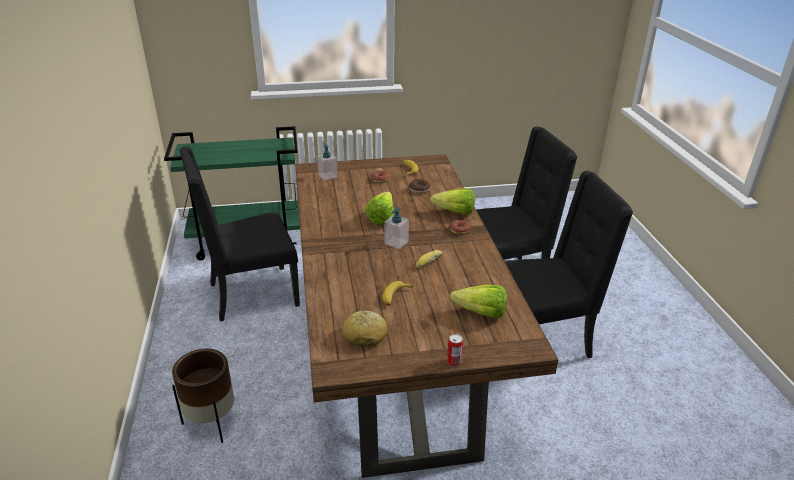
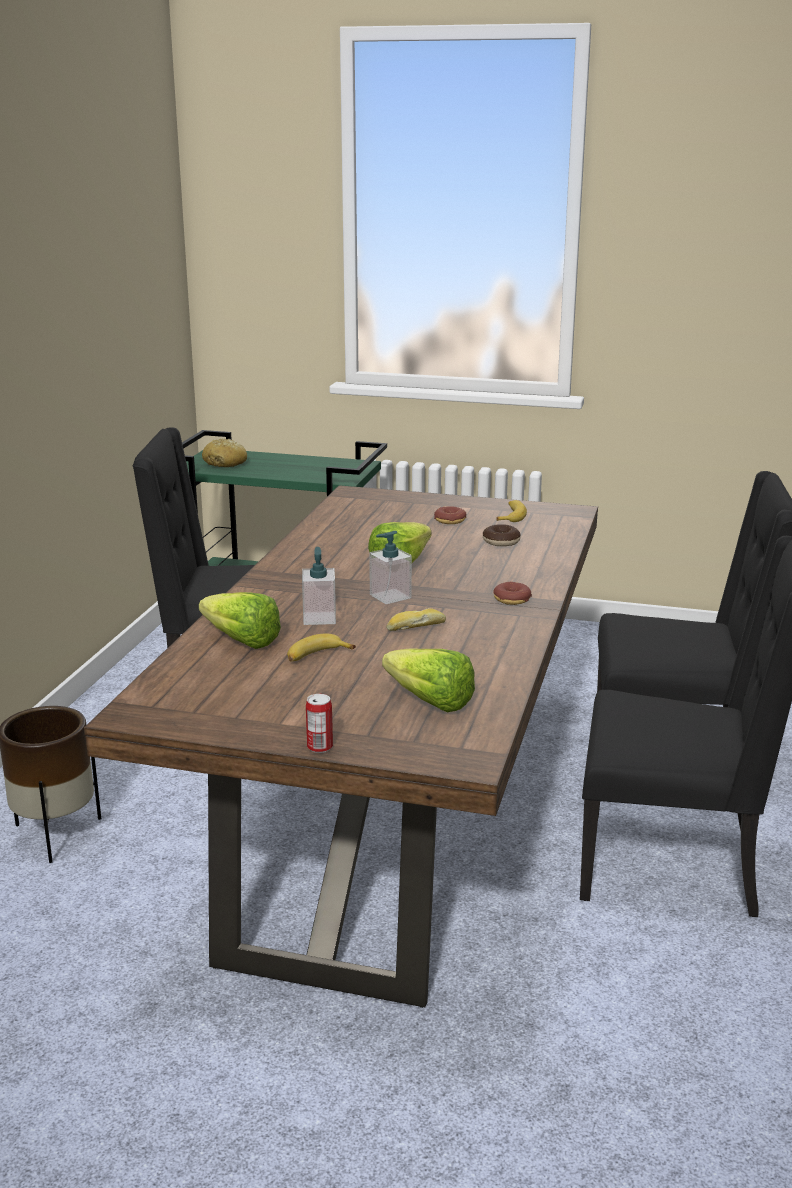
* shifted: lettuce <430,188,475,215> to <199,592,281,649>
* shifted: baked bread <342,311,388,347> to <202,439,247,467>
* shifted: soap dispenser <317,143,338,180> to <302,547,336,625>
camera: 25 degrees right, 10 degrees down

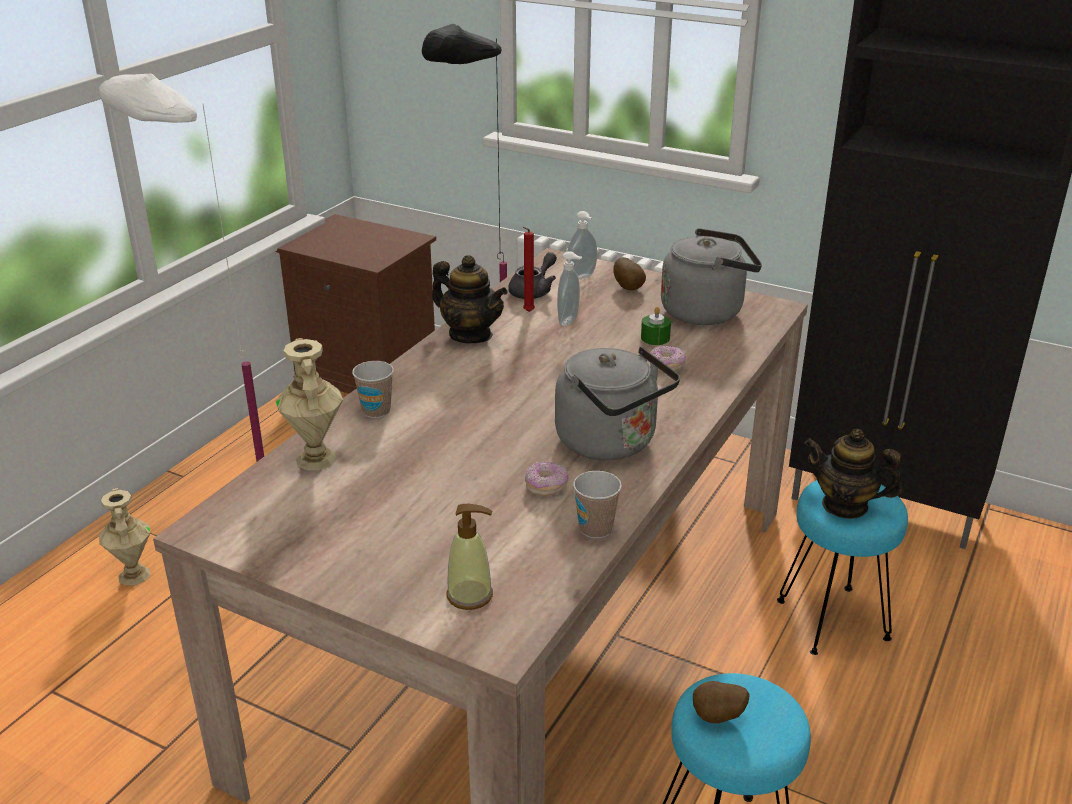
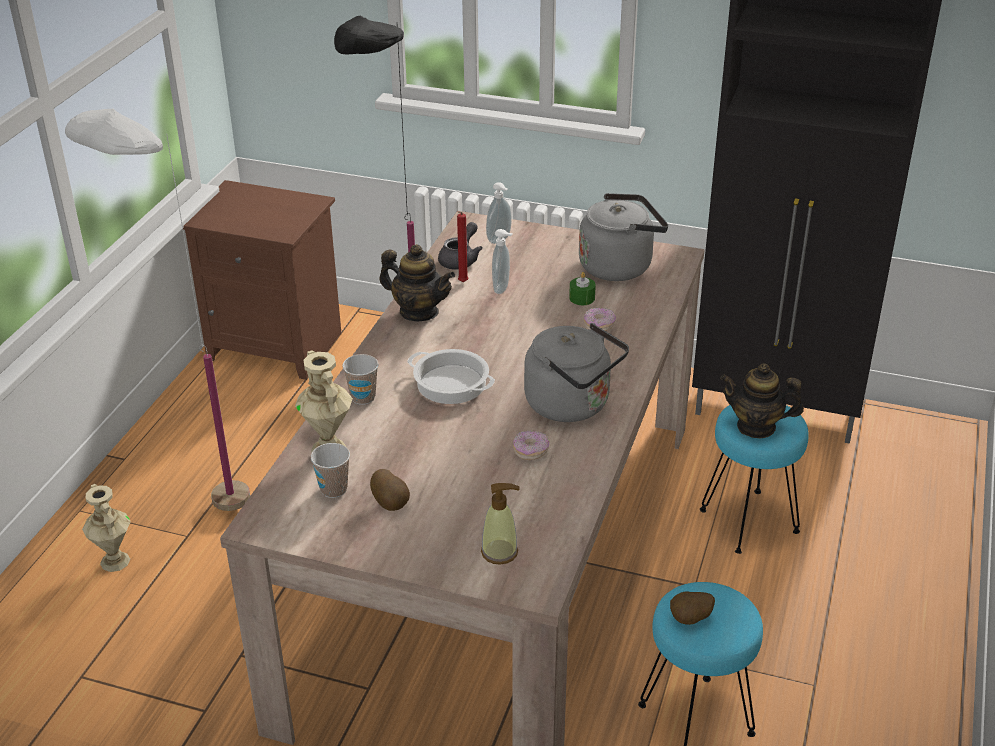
* shifted: small cup <573,471,622,539> to <311,443,350,498>
* shifted: spud <613,257,646,290> to <370,469,410,511>
* new: stockpot <407,349,495,404>
camera: 10 degrees left, 5 degrees up

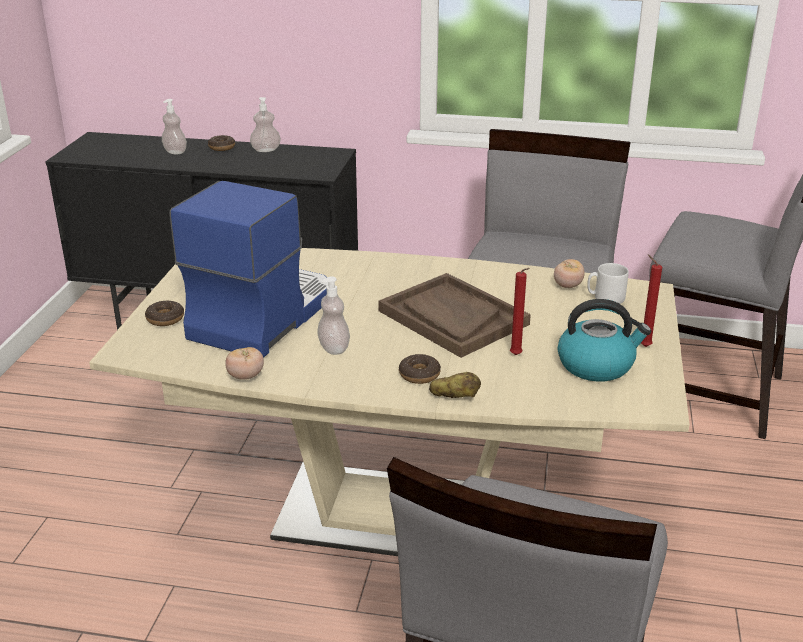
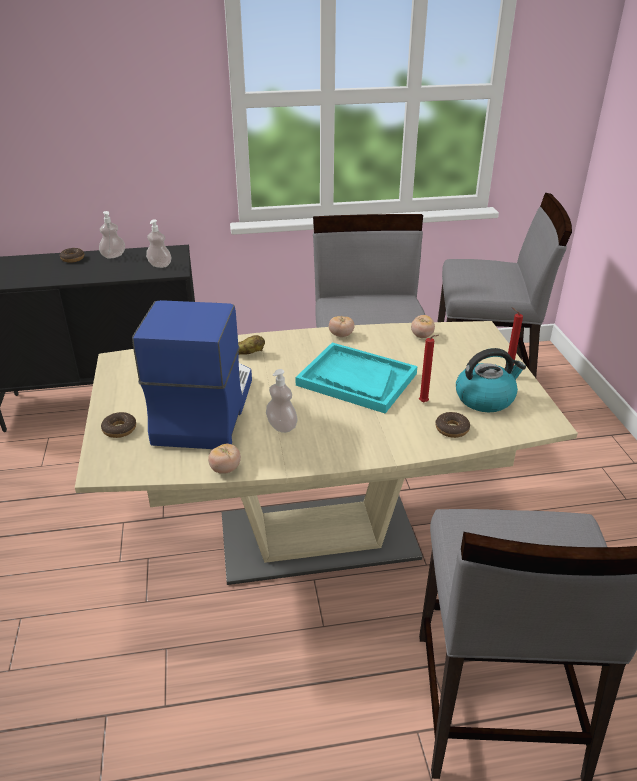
* shifted: soap dispenser <162,99,187,154> to <146,219,171,268>
* shifted: spud <429,372,481,398> to <238,335,265,355>
* repainted: serving tray in brown <378,273,531,358> to serving tray in blue-green <296,343,417,413>
* new: fresh tomato <329,316,355,337>
* shifted: doughnut <399,354,441,384> to <435,412,470,438>
* gone: coffee mug in grey <587,263,629,304>
camera: 20 degrees left, 5 degrees up

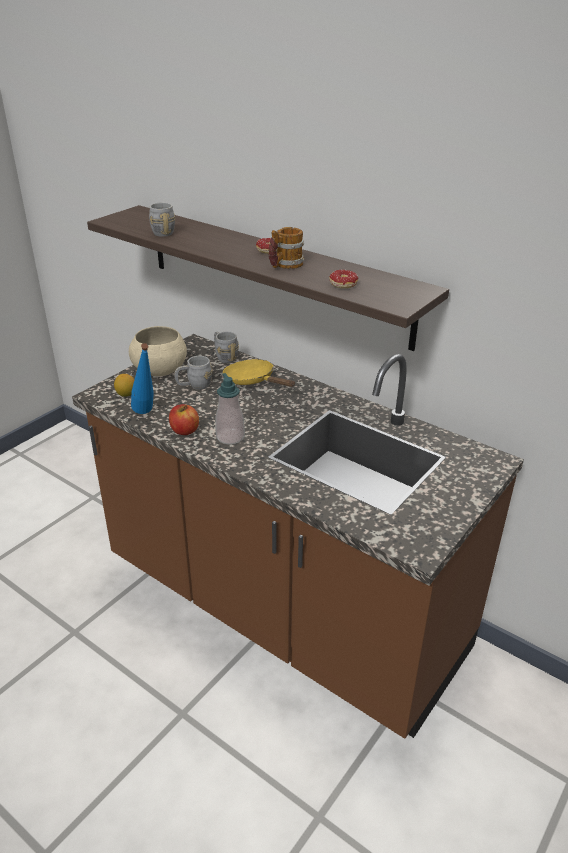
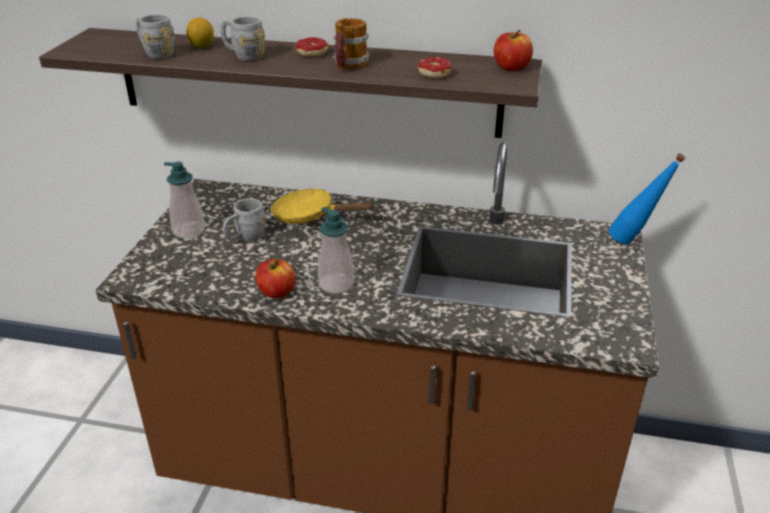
* swapped: deep dish in beige <129,326,187,376> to soap dispenser <164,162,205,239>
* shifted: lemon <114,374,135,397> to <186,18,214,48>
* shifted: coffee mug in grey <214,332,239,363> to <221,16,265,61>
* new: apple <494,30,533,71>
* shifted: drink bottle in blue-coloured <131,343,154,414> to <609,154,685,244>
camera: 25 degrees left, 0 degrees up

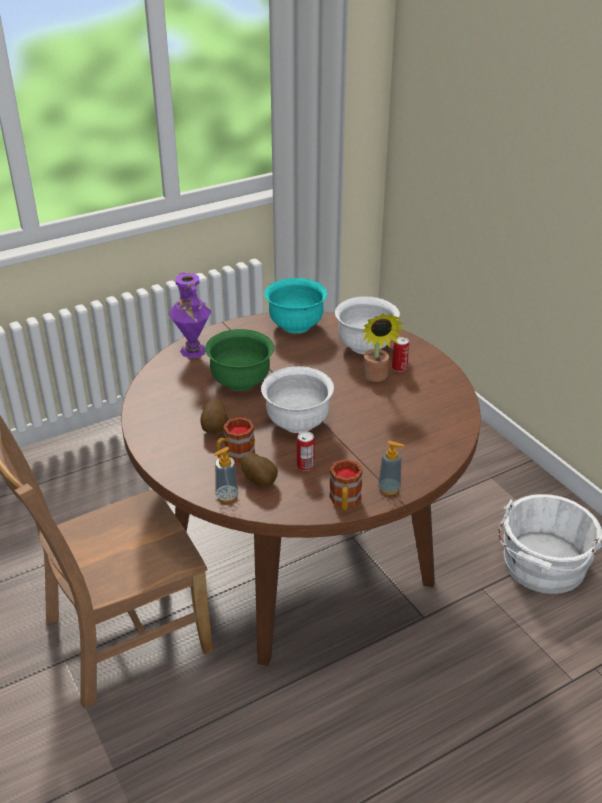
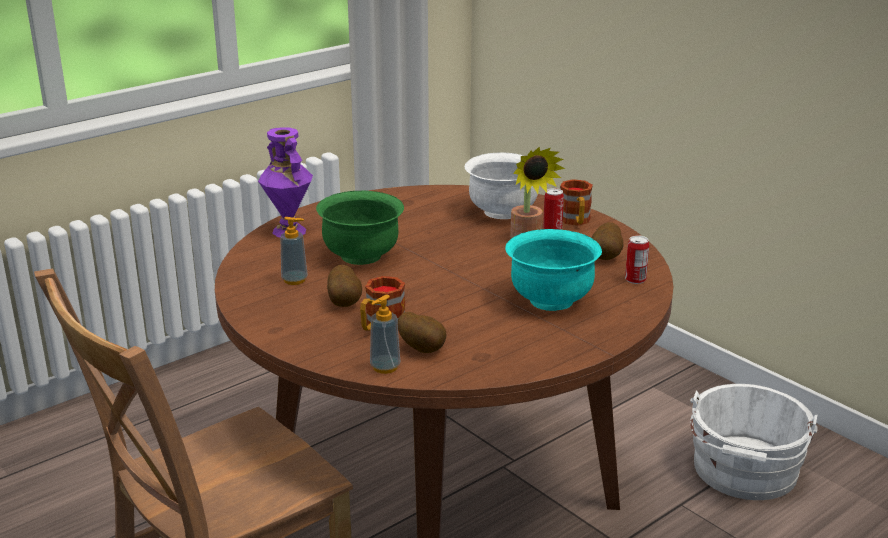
* shifted: soap dispenser <378,440,405,495> to <281,217,308,285>
* shifted: deep dish in blue-green <264,278,327,333> to <505,229,602,311>
* shifted: coffee mug <329,459,363,511> to <560,179,593,225>
* new: spud <592,222,623,260>
* shifted: can <297,432,315,471> to <625,235,649,284>
* gone: deep dish in white <261,366,334,433>
camera: 10 degrees left, 10 degrees down

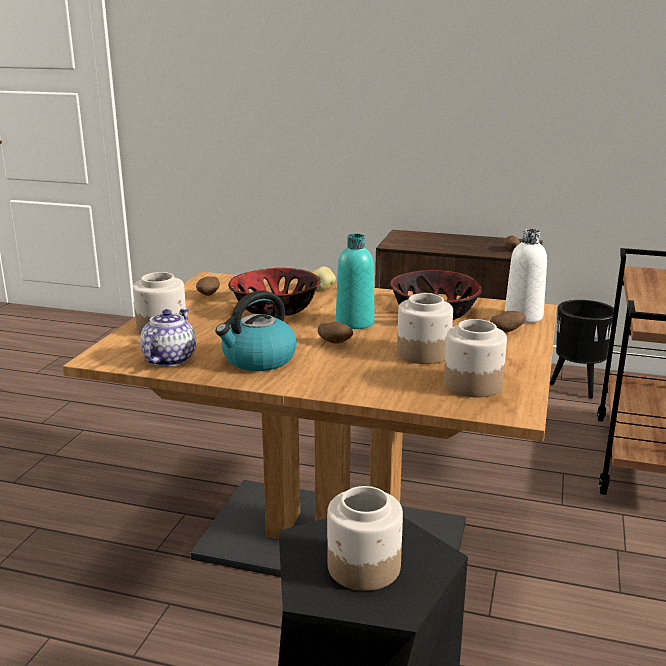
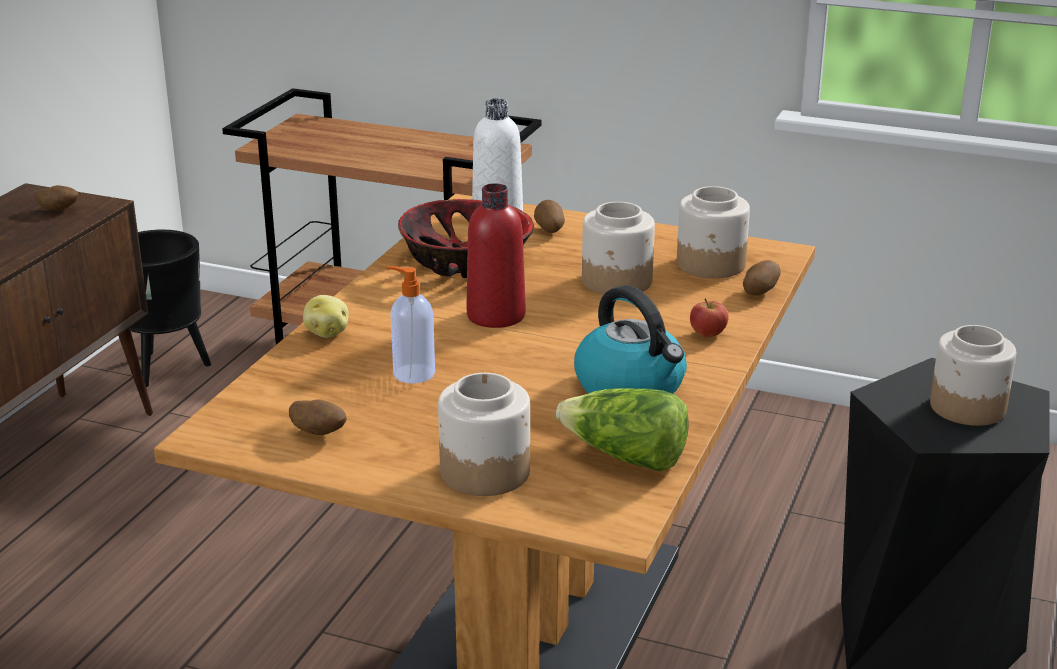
* swapped: deep dish <228,268,321,317> to soap dispenser <386,266,435,384>
* repainted: drink bottle in blue-green <336,234,375,329> to drink bottle in reddish <467,183,526,328>
* swapped: teapot <140,308,196,367> to lettuce <556,388,689,472>
* new: apple <690,298,729,337>
* shifted: spud <318,322,353,344> to <743,260,781,296>
camera: 85 degrees left, 5 degrees up

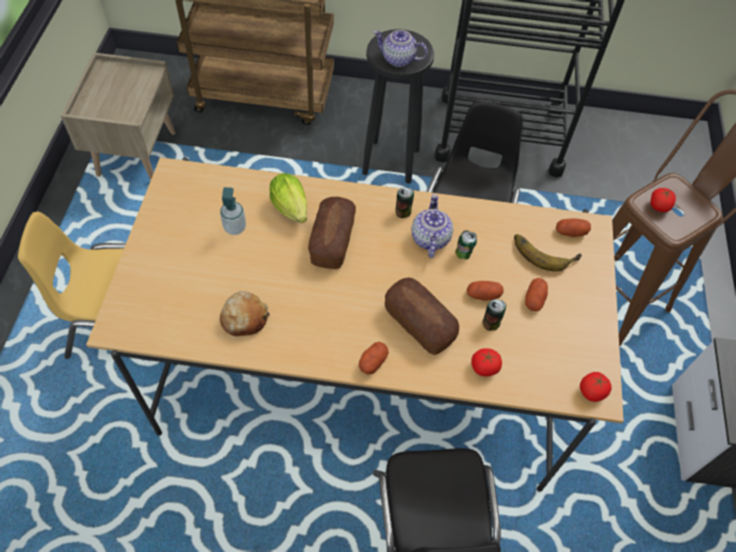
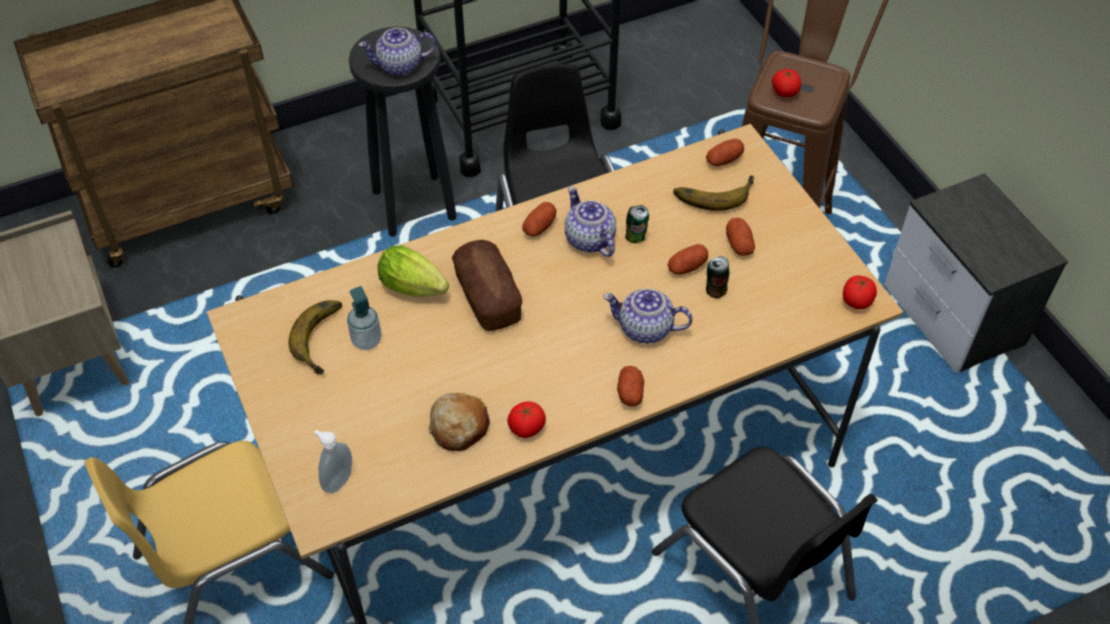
* new: banana <288,300,342,374>
* new: soap dispenser <314,430,352,493>
* shifted: fresh tomato <471,348,502,376> to <507,401,546,438>
* swapped: can <395,188,414,218> to spud <522,202,557,237>
* swapped: baked bread <385,277,459,355> to teapot <603,288,693,344>
camera: 30 degrees left, 5 degrees down

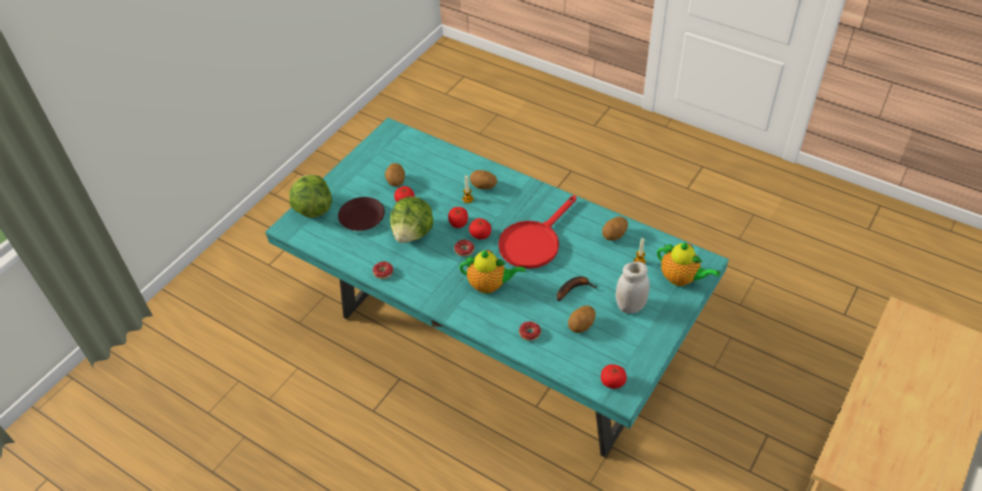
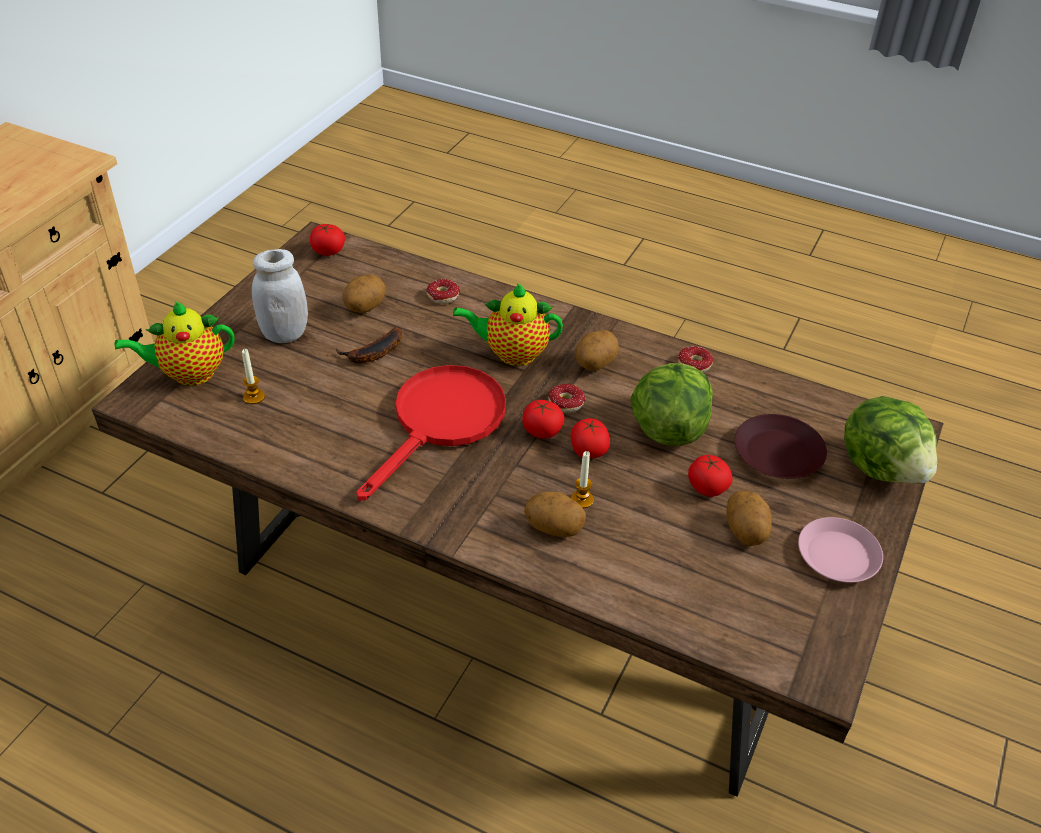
* repainted: dining table in blue-green <265,118,729,457> to dining table in brown <92,222,944,797>
* rotated: teapot <657,242,720,286> = <115,301,235,386> 45 degrees counterclockwise
* shifted: spud <602,216,628,241> to <575,330,619,371>
* new: dinner plate in pink-coloured <798,517,883,583>
camera: 170 degrees right, 5 degrees down

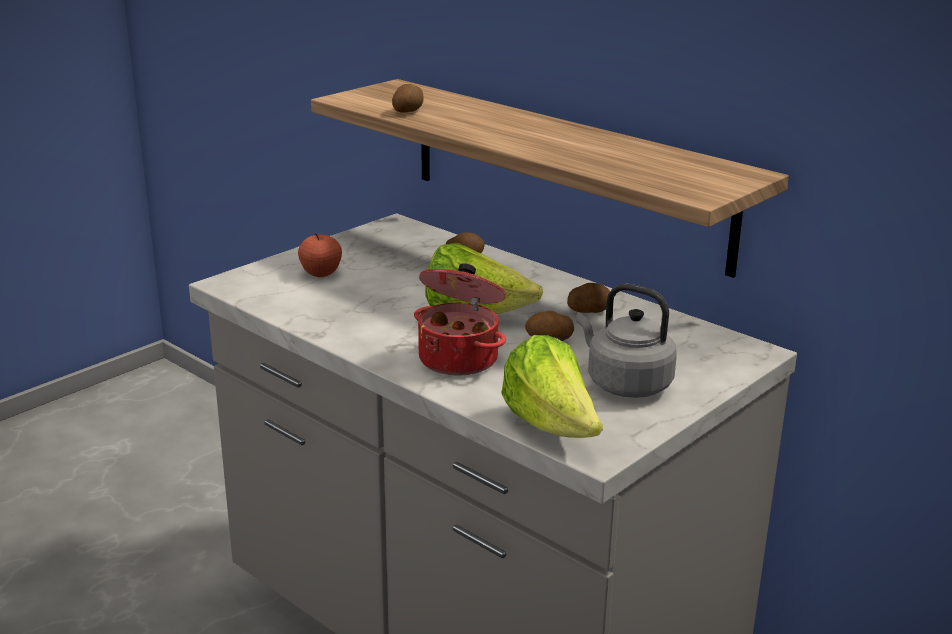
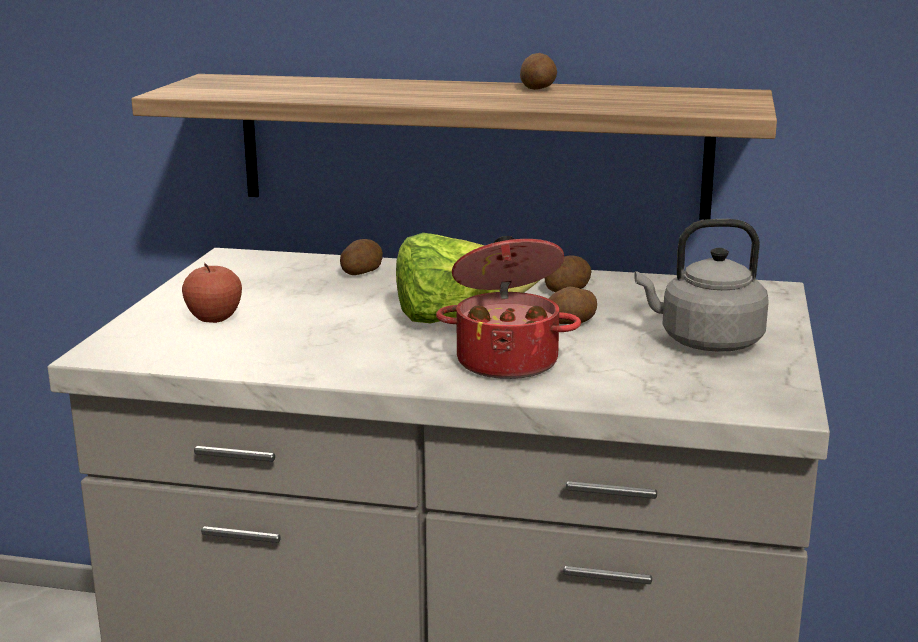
* shifted: spud <392,84,424,113> to <520,53,557,90>
* gone: lettuce <501,335,603,438>
camera: 30 degrees left, 5 degrees down

